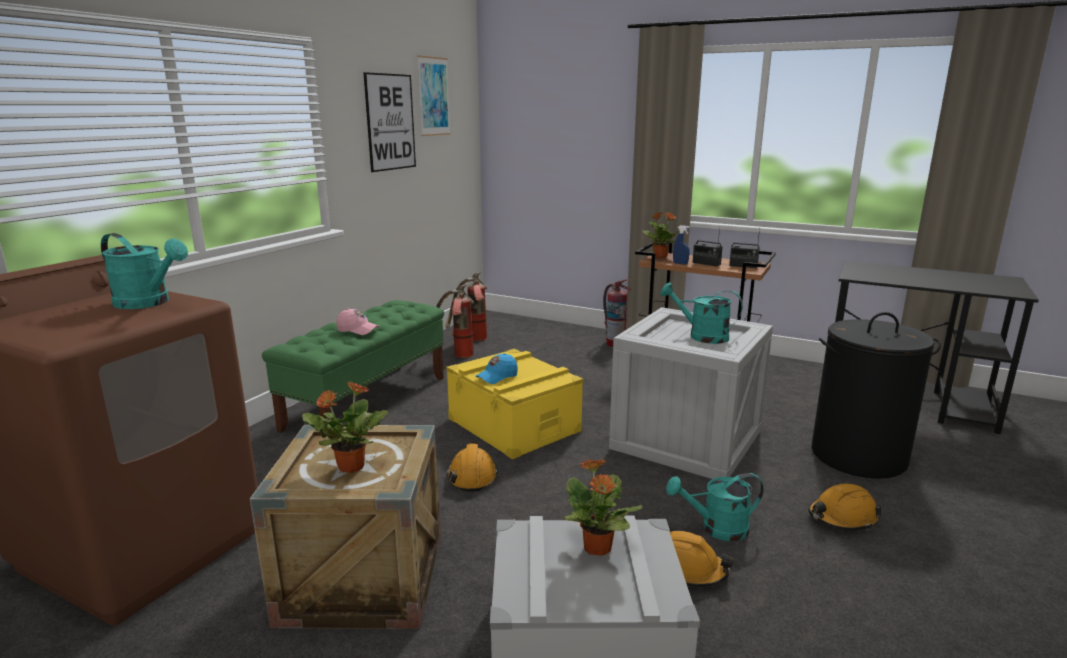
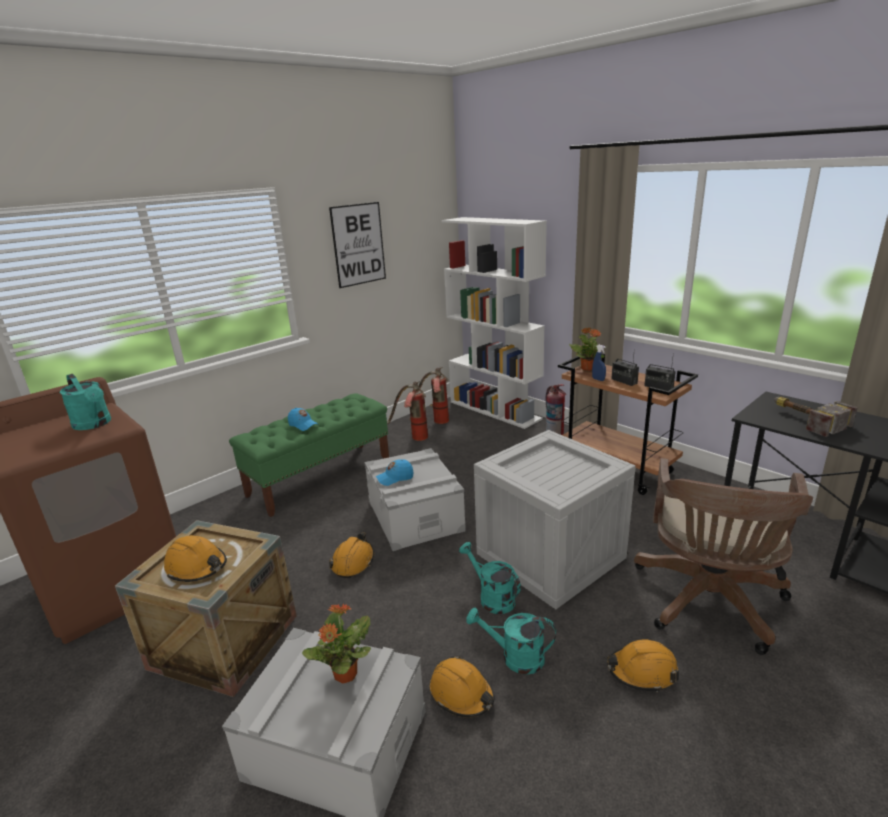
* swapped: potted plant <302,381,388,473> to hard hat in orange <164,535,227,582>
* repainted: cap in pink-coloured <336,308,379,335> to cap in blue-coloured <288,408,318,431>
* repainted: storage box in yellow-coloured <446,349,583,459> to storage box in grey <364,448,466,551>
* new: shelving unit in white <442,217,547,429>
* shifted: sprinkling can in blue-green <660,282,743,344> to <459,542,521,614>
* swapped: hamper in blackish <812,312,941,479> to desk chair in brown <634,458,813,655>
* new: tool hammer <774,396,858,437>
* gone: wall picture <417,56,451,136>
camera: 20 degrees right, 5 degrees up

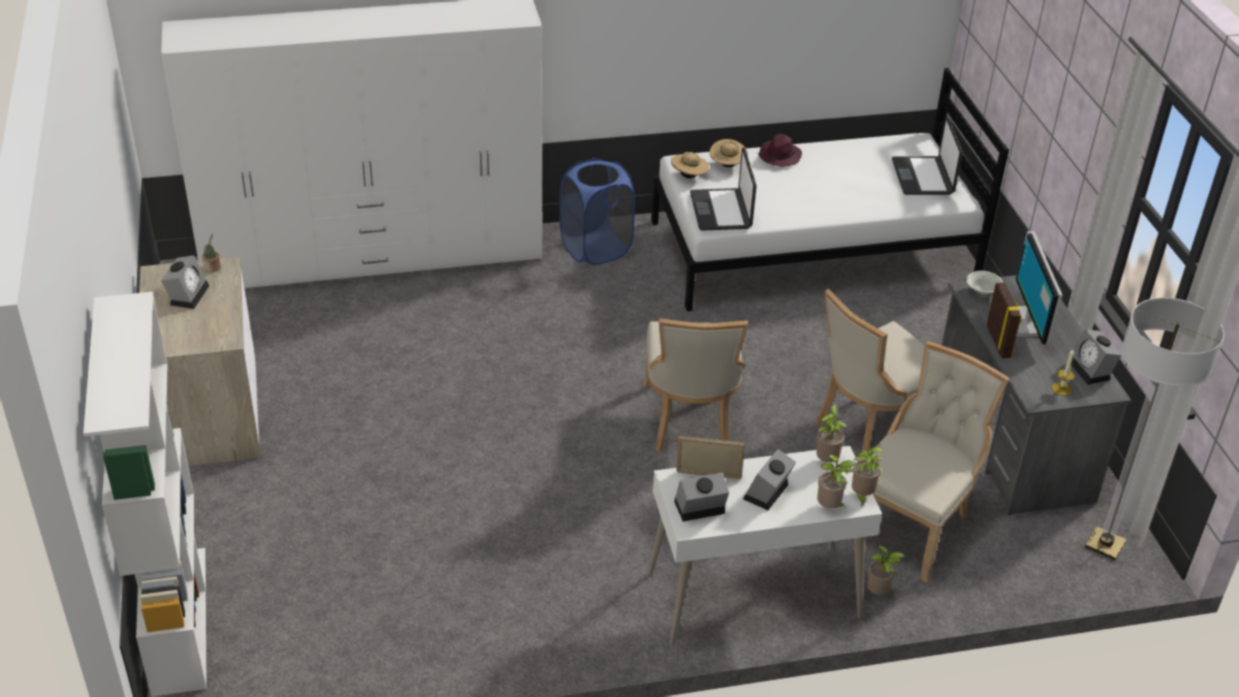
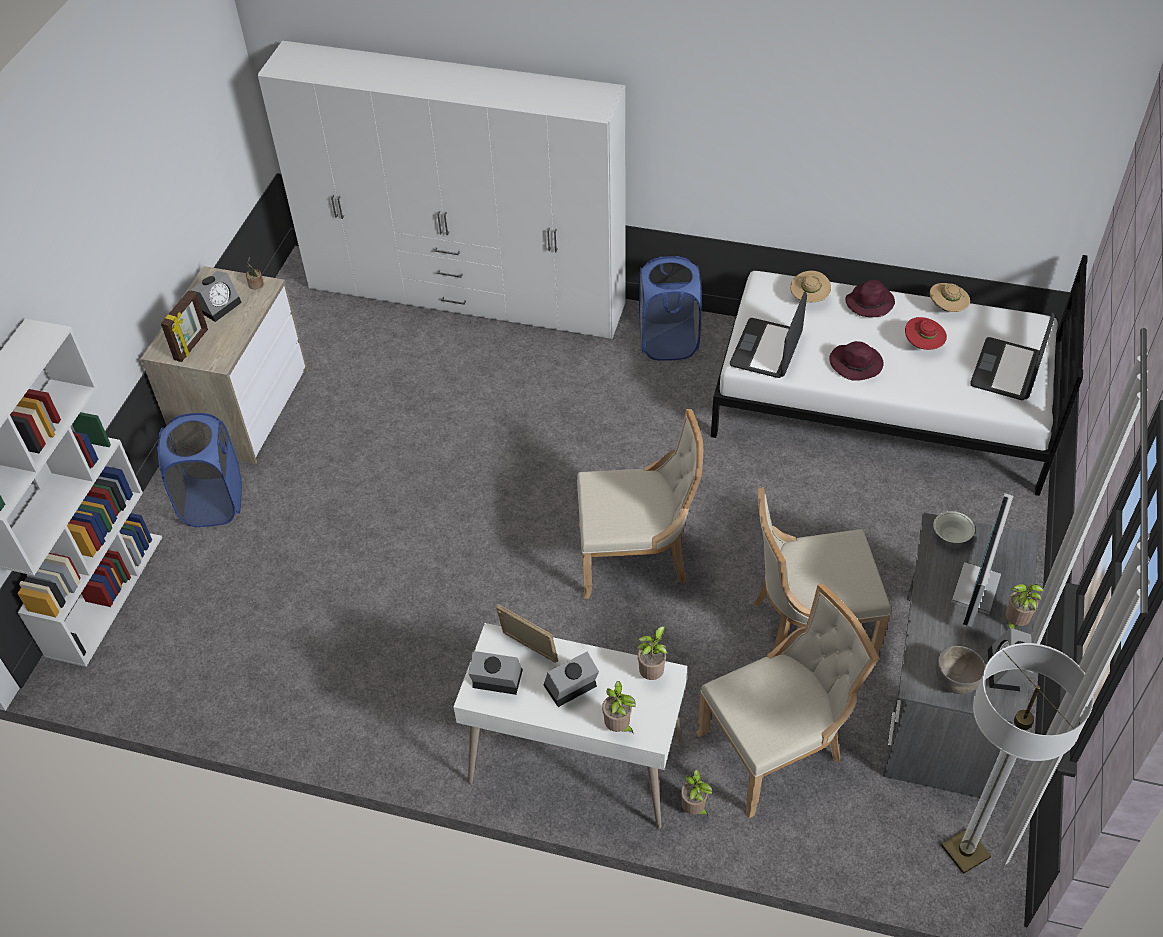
* new: hamper in blue-coloured <157,413,242,527>
* shifted: picture frame <986,282,1022,358> to <161,291,208,362>
* rotated: plain chair in beige <644,318,748,452> = <577,409,703,599> 120 degrees counterclockwise
* new: clothing hat in purple <829,341,883,381>
* new: clothing hat in reddish <905,317,947,350>
* shifted: clothing hat in beige <671,152,709,178> to <930,283,970,312>
* swapped: wax candle <1052,349,1074,396> to deep dish in grey <936,646,985,694>
* shifted: potted plant <852,447,884,507> to <1006,584,1044,629>
camera: 30 degrees right, 10 degrees up

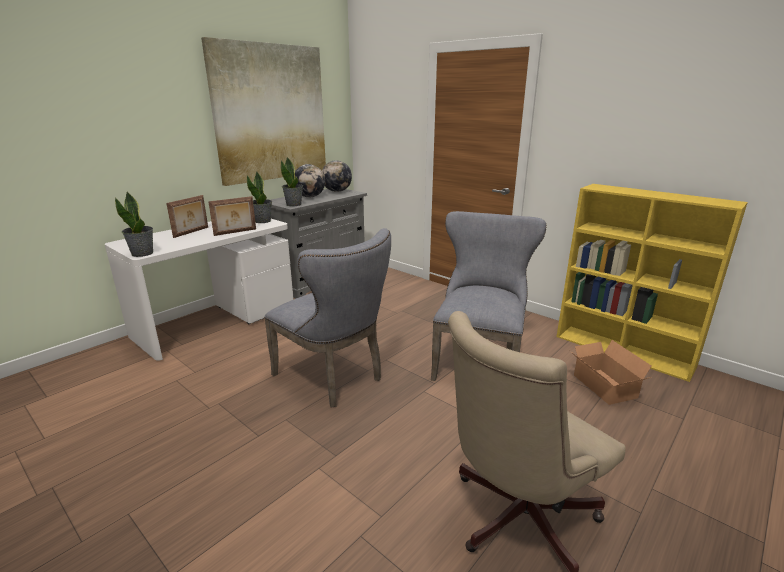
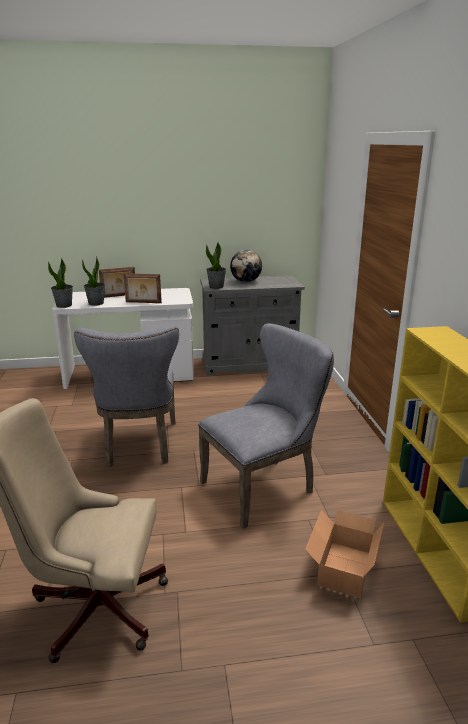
* shifted: potted plant <247,171,272,223> to <82,257,105,306>
* gone: wall picture <201,37,326,186>
* gone: world globe <322,160,352,192>
camera: 40 degrees right, 0 degrees up

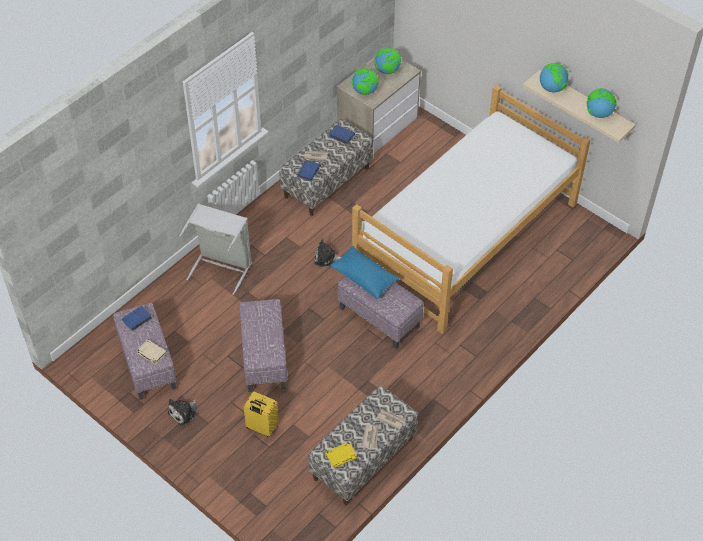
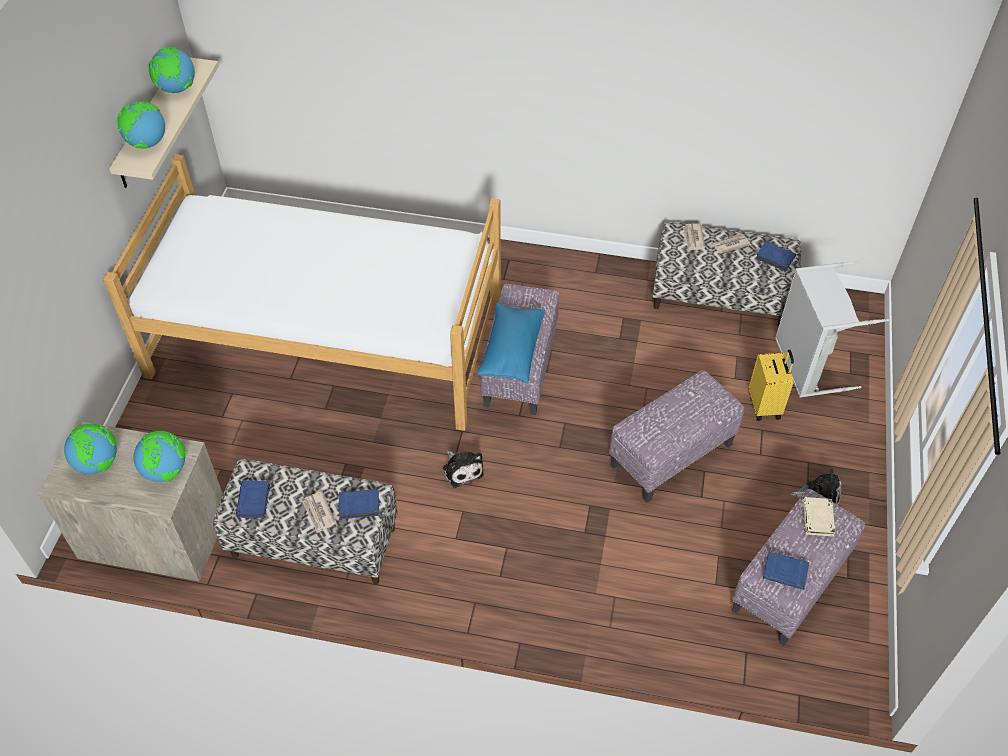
* repainted: book in yellow-coloured <326,442,357,468> to book in blue-coloured <755,241,796,272>
* shifted: hamper in grey <179,203,252,295> to <775,261,889,397>
camera: 120 degrees left, 0 degrees up

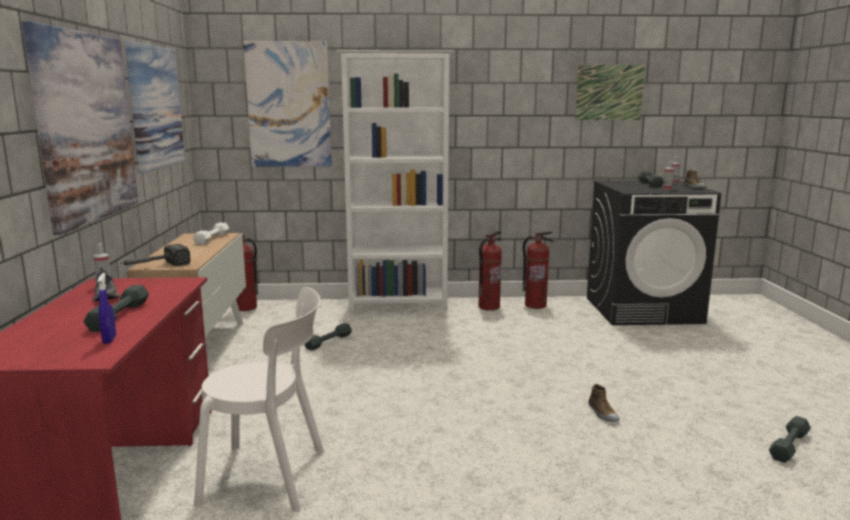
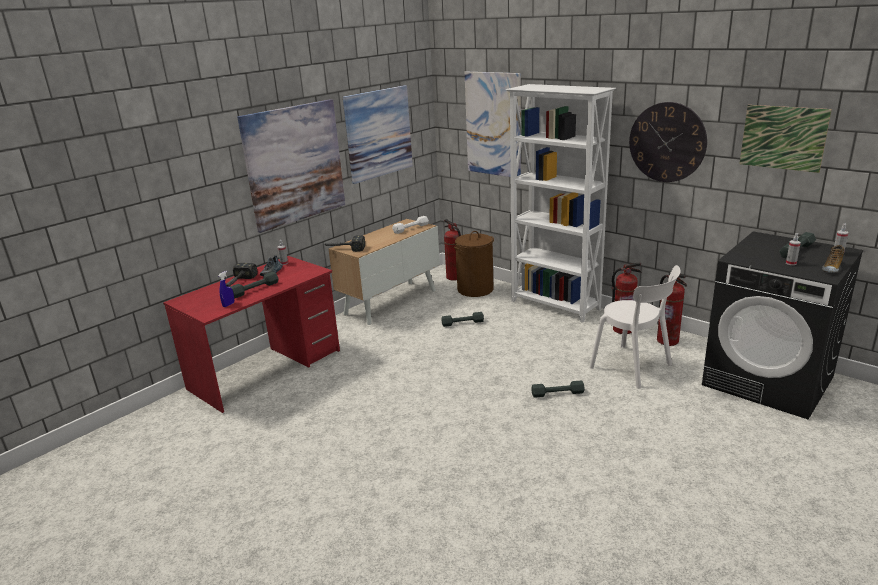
* new: tool hammer <226,263,258,287>
* new: hamper in brown <454,231,494,297>
* shifted: free weight in grey <769,416,811,463> to <531,381,585,398>
* shifted: plain chair in white <194,287,324,512> to <589,265,681,389>
* new: wall clock <629,102,707,182>
* gone: item of footwear <589,384,619,422>
camera: 45 degrees right, 10 degrees up

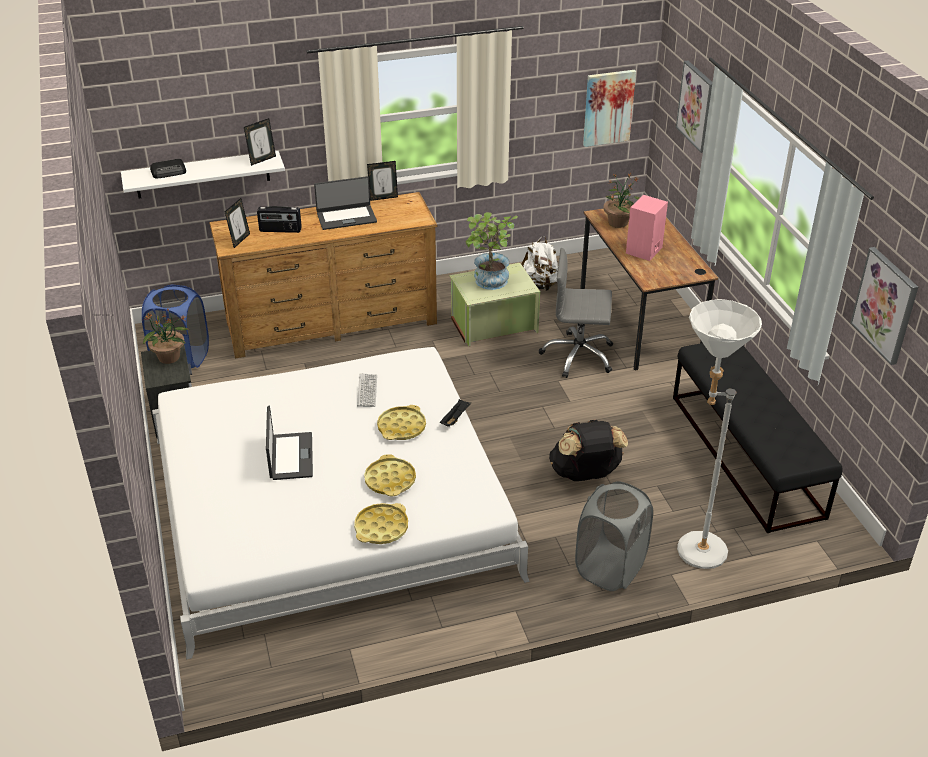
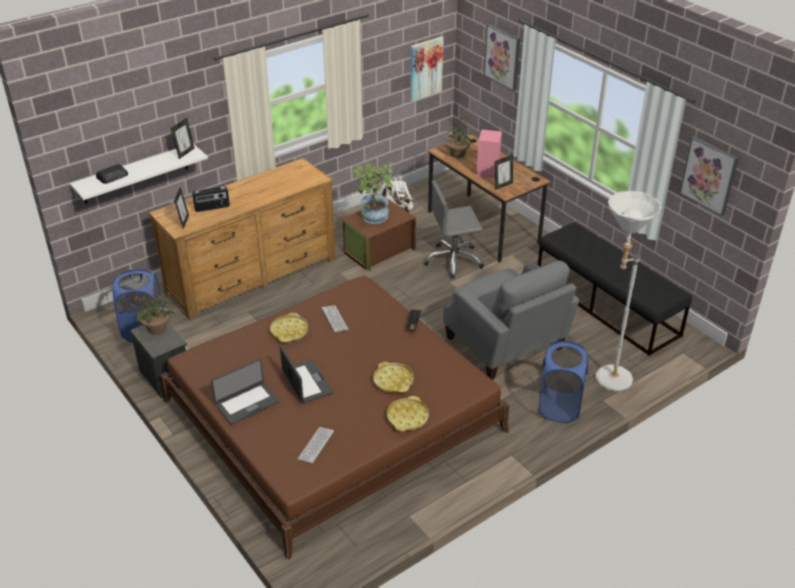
* repainted: bed in white <152,347,530,659> to bed in brown <160,275,510,560>
* shifted: portable computer <314,176,377,230> to <211,359,279,425>
* shifted: serving tray in yellow-coloured <377,405,426,440> to <270,313,309,342>
* new: keyboard <298,427,334,464>
* repainted: storage box in greenish <450,263,540,347> to storage box in brown <341,199,416,271>
* swapped: knapsack in blackish <549,419,628,481> to lounge chair in grey <443,260,579,380>
* shifted: picture frame <367,161,398,201> to <495,155,513,190>
* repainted: hamper in grey <575,481,653,591> to hamper in blue-coloured <539,341,589,423>
camera: 20 degrees left, 0 degrees up

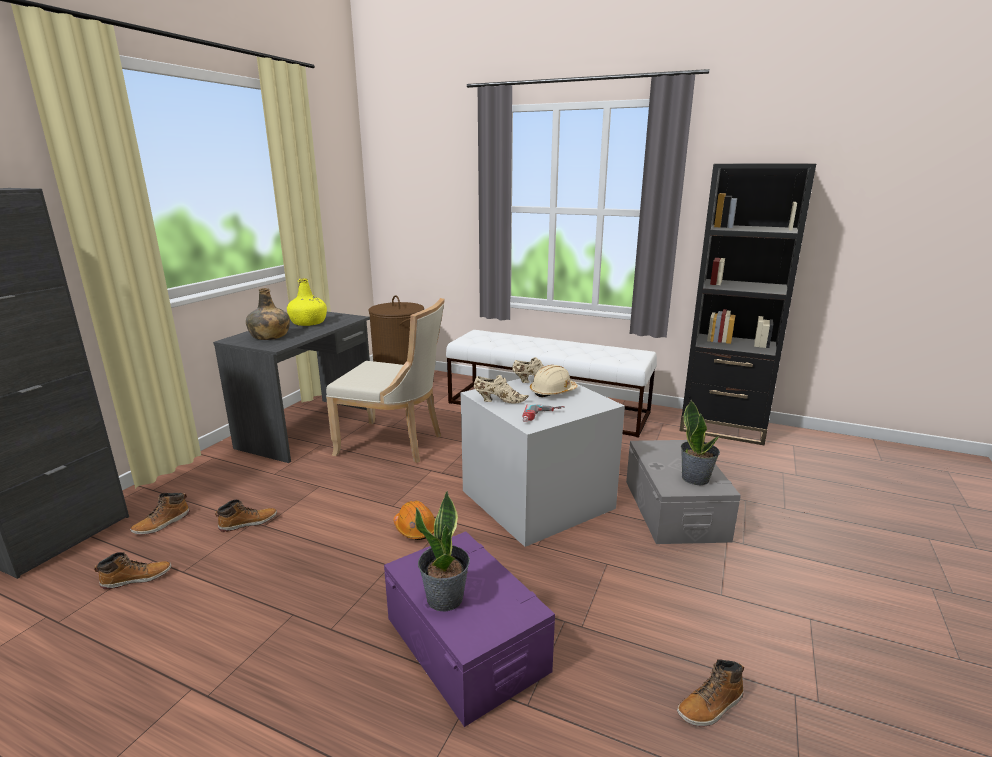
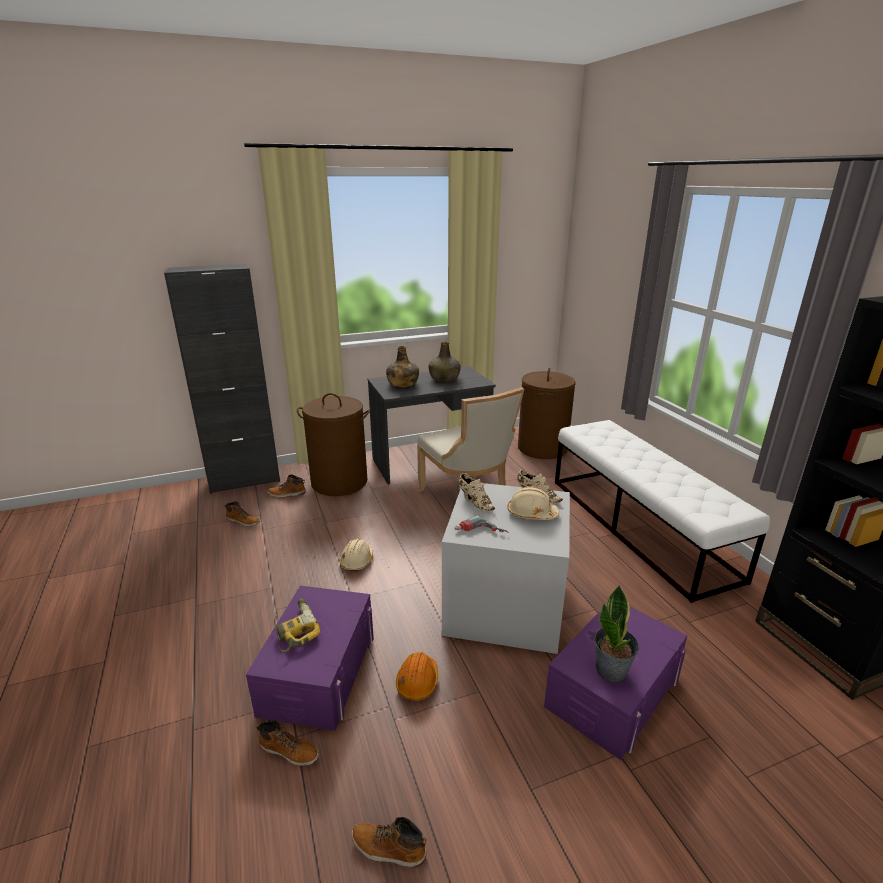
* shifted: high-top boot <215,499,277,532> to <256,720,319,766>
* swapped: potted plant <415,491,470,612> to power drill <274,599,320,653>
* new: hamper in brown <297,393,370,496>
* new: hard hat in beige <339,539,373,571>
* shifted: hard hat in orange <393,501,435,540> to <396,652,438,701>
* repainted: drink bottle in yellow-coloured <287,278,327,326> to drink bottle in greenish <429,341,461,382>
* repainted: storage box in grey <626,440,741,544> to storage box in purple <544,607,687,760>
camera: 45 degrees right, 5 degrees up

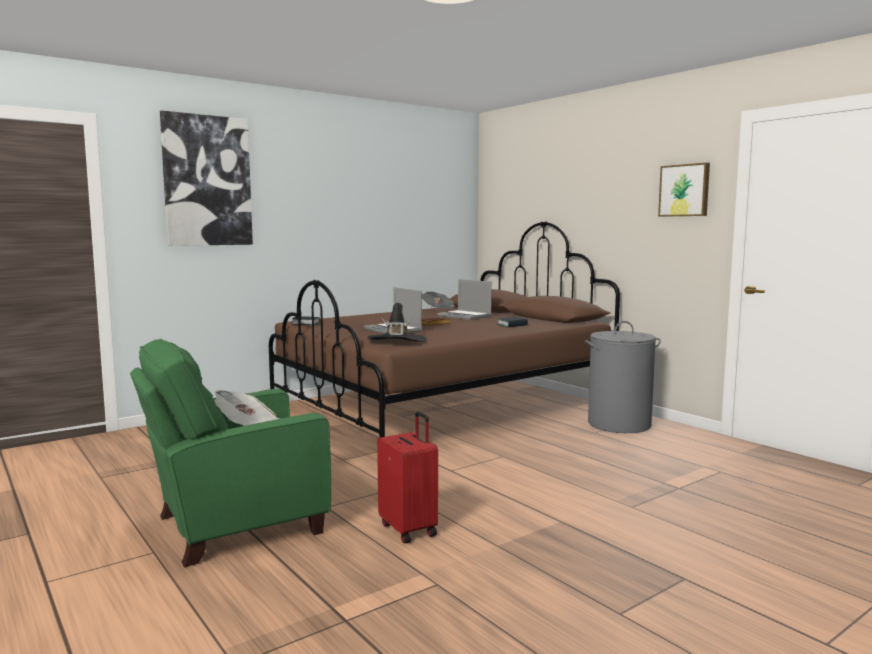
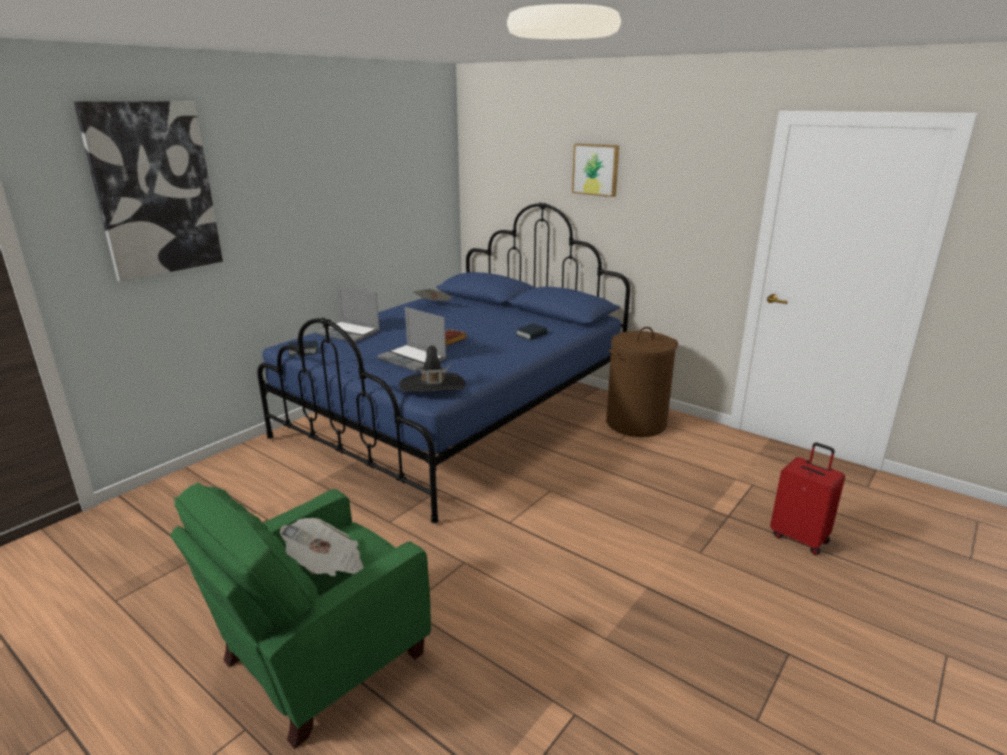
* repainted: bed in brown <269,222,620,438> to bed in blue-coloured <257,203,630,523>
* shifted: portable computer <437,279,492,320> to <316,287,380,342>
* shifted: wall picture <658,163,710,217> to <572,144,619,197>
* repainted: hamper in grey <585,321,661,433> to hamper in brown <606,327,678,437>
* shifted: travel case in reddish <377,411,438,544> to <770,442,845,555>
camera: 15 degrees left, 15 degrees up

